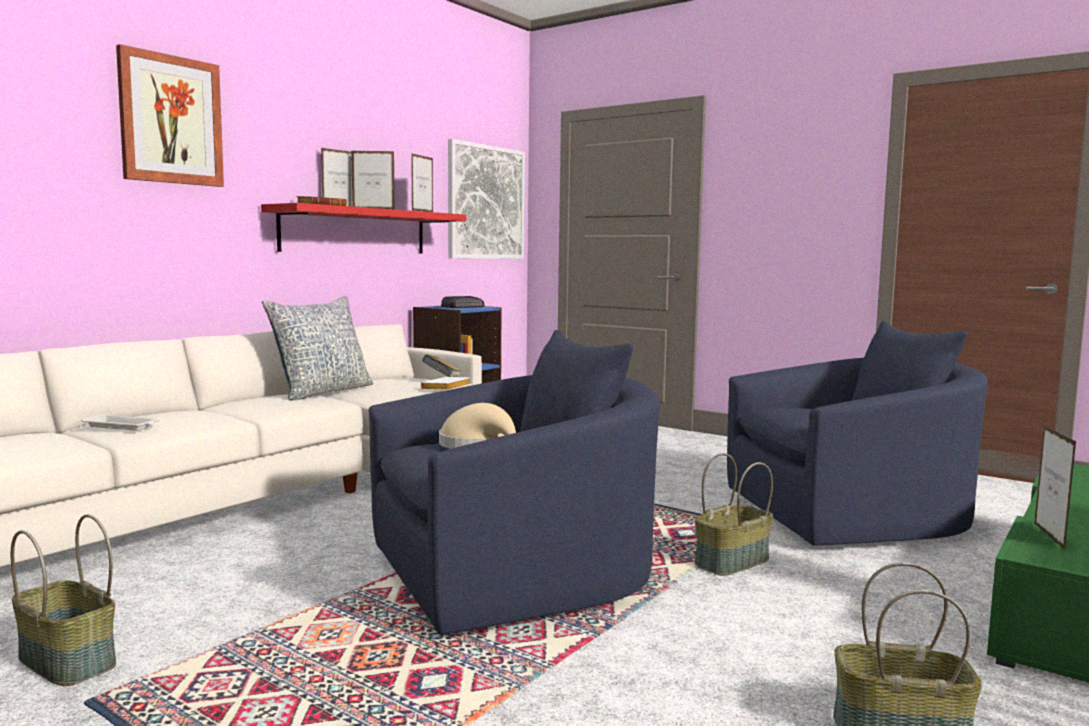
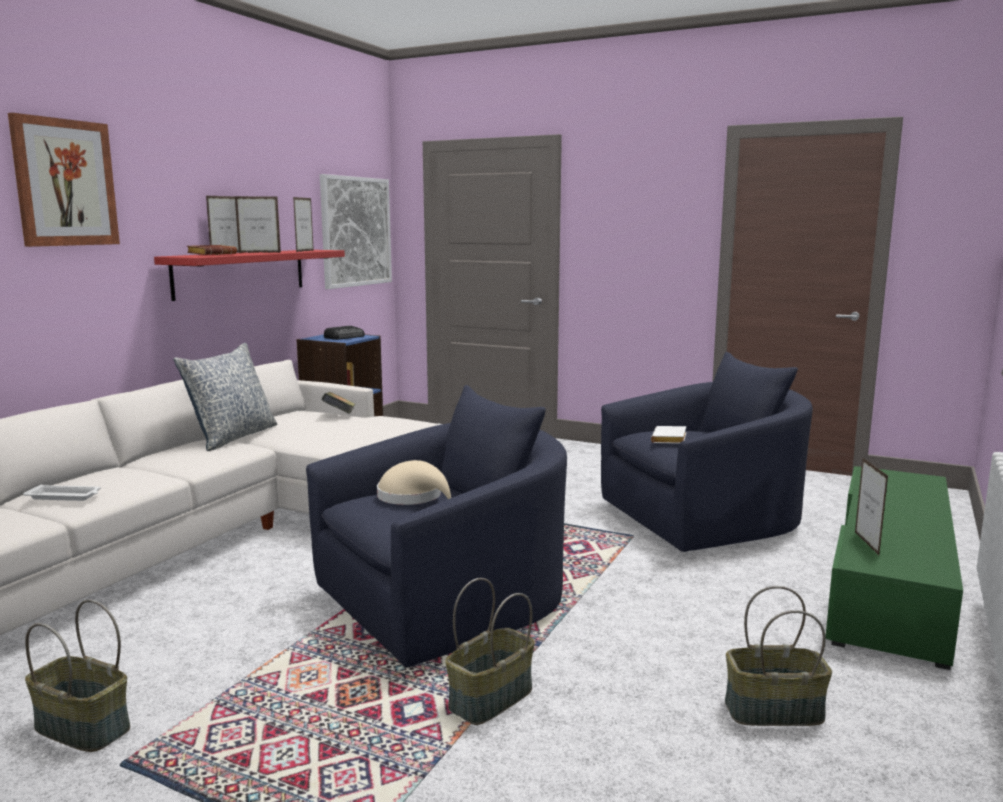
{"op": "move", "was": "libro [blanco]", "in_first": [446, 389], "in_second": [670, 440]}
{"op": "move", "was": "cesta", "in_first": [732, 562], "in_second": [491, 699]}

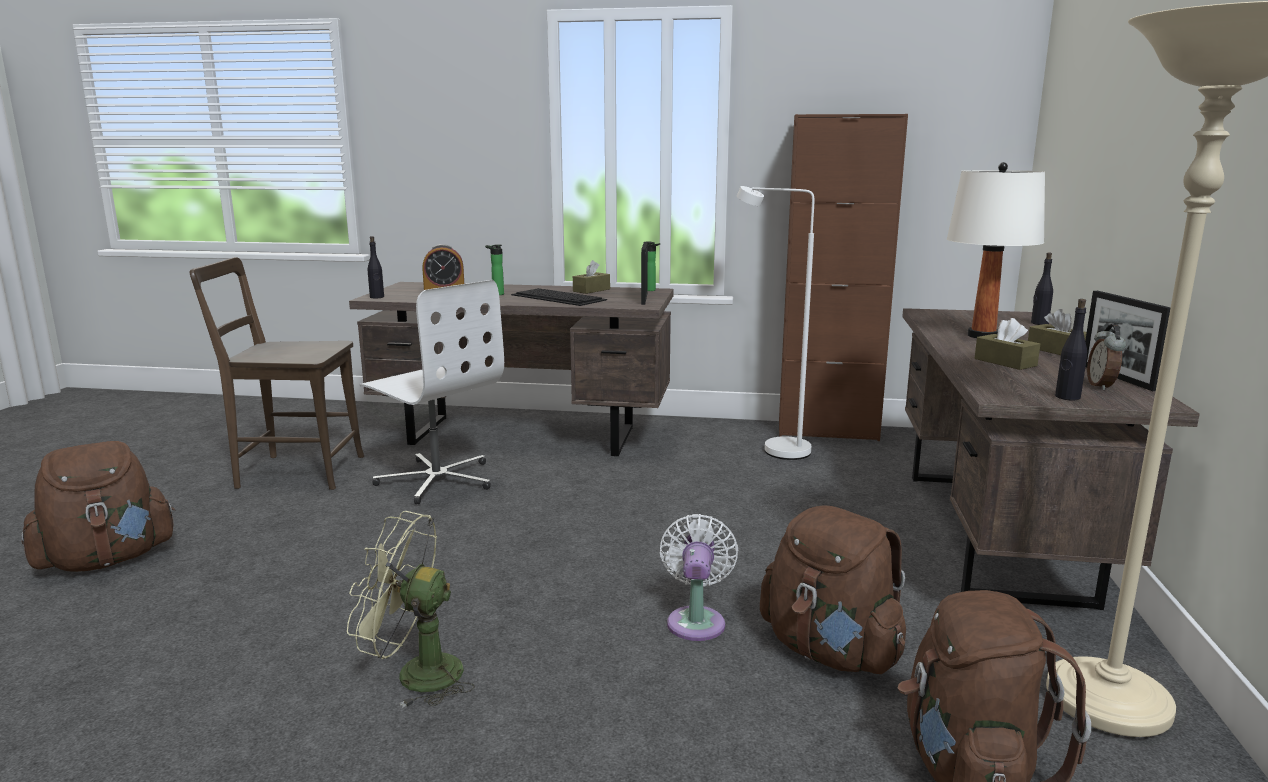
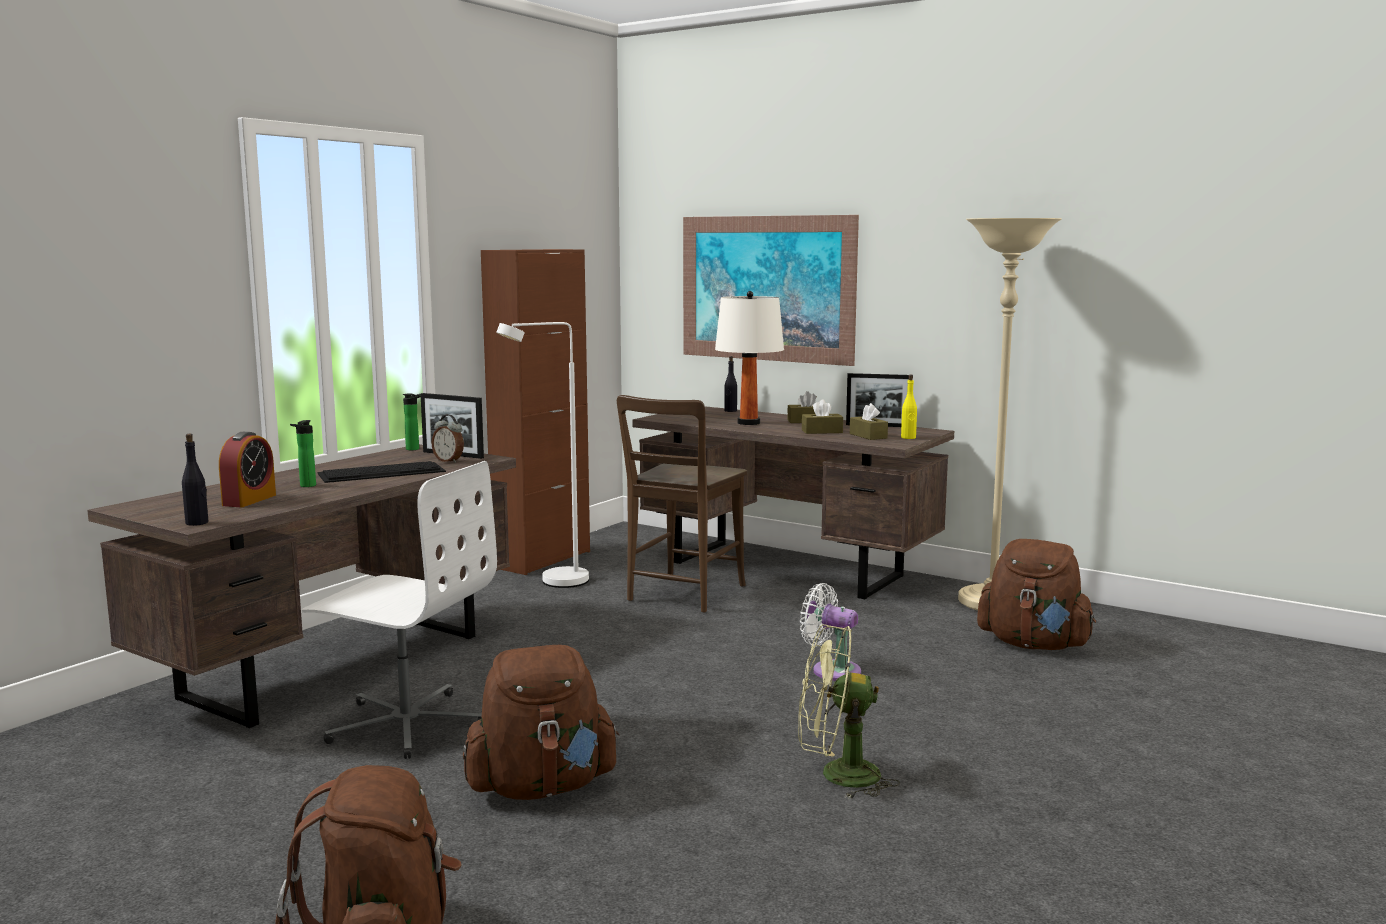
{"op": "insert", "now": "cuadro", "in_second": [766, 288]}
{"op": "move", "was": "silla [marrón]", "in_first": [294, 472], "in_second": [683, 594]}
{"op": "move", "was": "caja de pañuelos [marrón]", "in_first": [591, 290], "in_second": [868, 436]}
{"op": "move", "was": "mochila [marrón]", "in_first": [830, 652], "in_second": [542, 787]}
{"op": "move", "was": "despertador", "in_first": [1102, 386], "in_second": [449, 461]}
{"op": "recolor", "was": "botella [negro]", "now": "botella [amarillo]", "in_first": [1067, 397], "in_second": [908, 437]}
{"op": "rotate", "was": "ventilador [verde]", "in_first": [415, 674], "in_second": [837, 776], "clockwise": 60}
{"op": "rotate", "was": "silla de oficina [blanco]", "in_first": [437, 479], "in_second": [406, 724], "clockwise": 45}

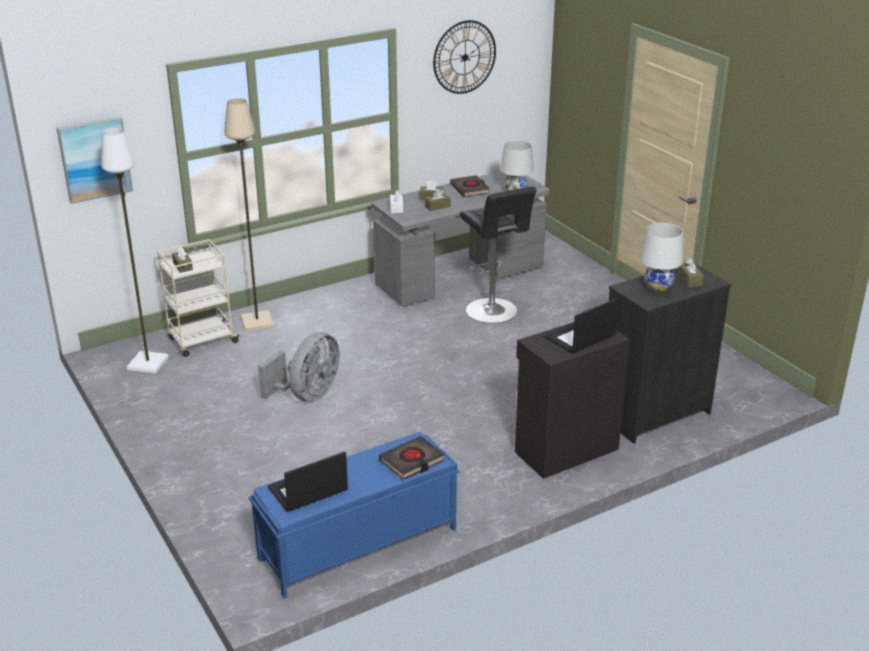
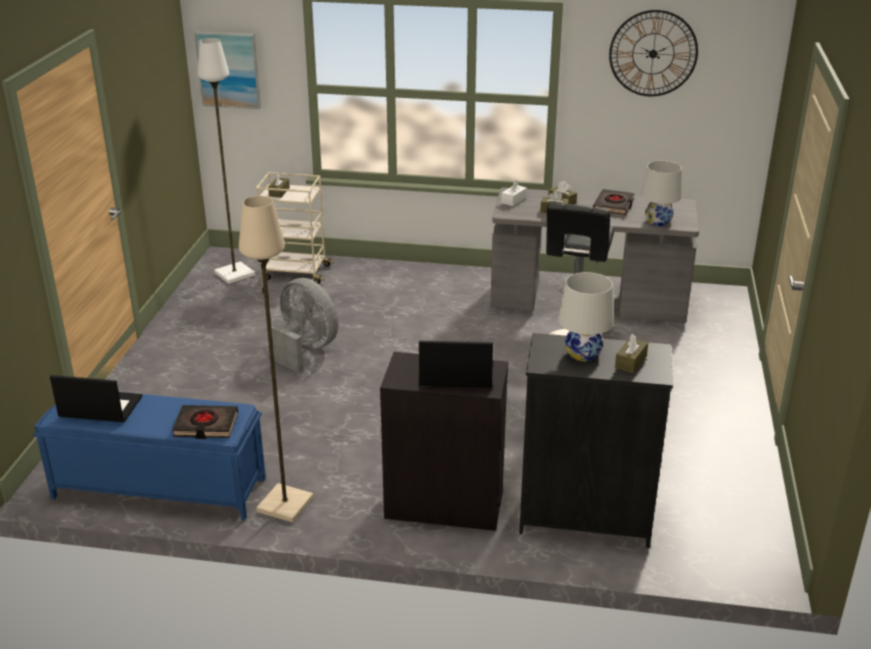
{"op": "move", "was": "lámpara de pie [beis]", "in_first": [258, 322], "in_second": [285, 505]}
{"op": "rotate", "was": "ventilador [gris]", "in_first": [307, 395], "in_second": [305, 349], "clockwise": -120}

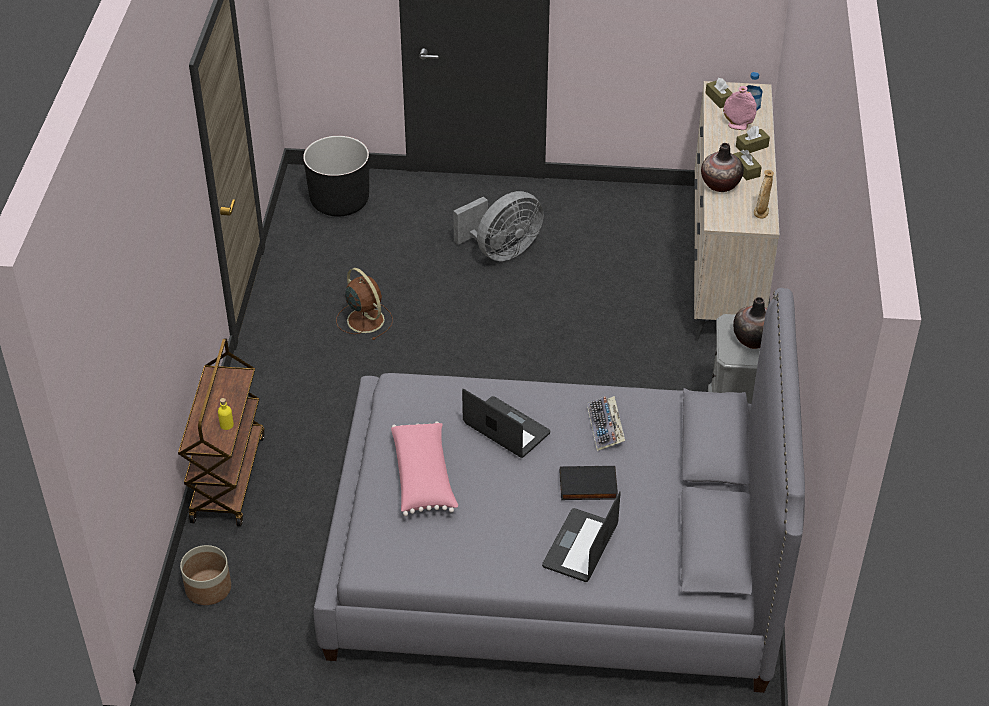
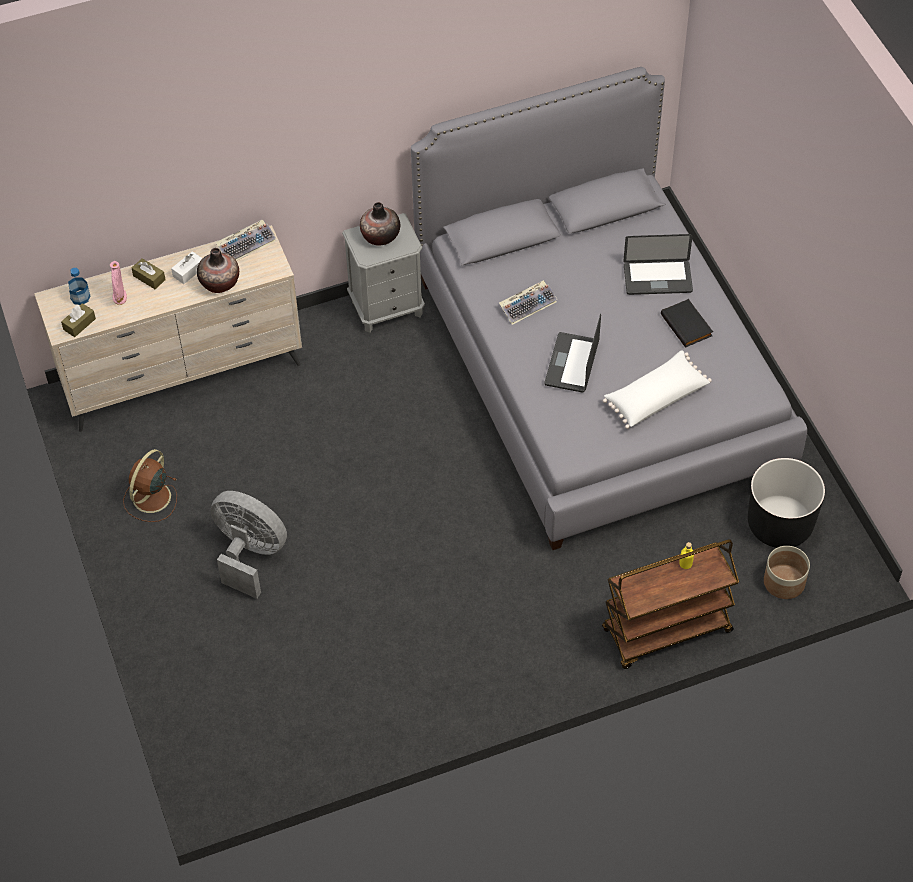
{"op": "move", "was": "maceta [negro]", "in_first": [340, 201], "in_second": [779, 524]}
{"op": "move", "was": "ventilador [marrón]", "in_first": [364, 319], "in_second": [150, 498]}
{"op": "move", "was": "libro [negro]", "in_first": [587, 487], "in_second": [687, 325]}
{"op": "replace", "was": "florero [beis]", "now": "teclado", "in_first": [761, 212], "in_second": [246, 244]}
{"op": "recolor", "was": "cojín [rosa]", "now": "cojín [blanco]", "in_first": [424, 477], "in_second": [655, 397]}
{"op": "recolor", "was": "caja de pañuelos [marrón]", "now": "caja de pañuelos [blanco]", "in_first": [746, 170], "in_second": [188, 272]}

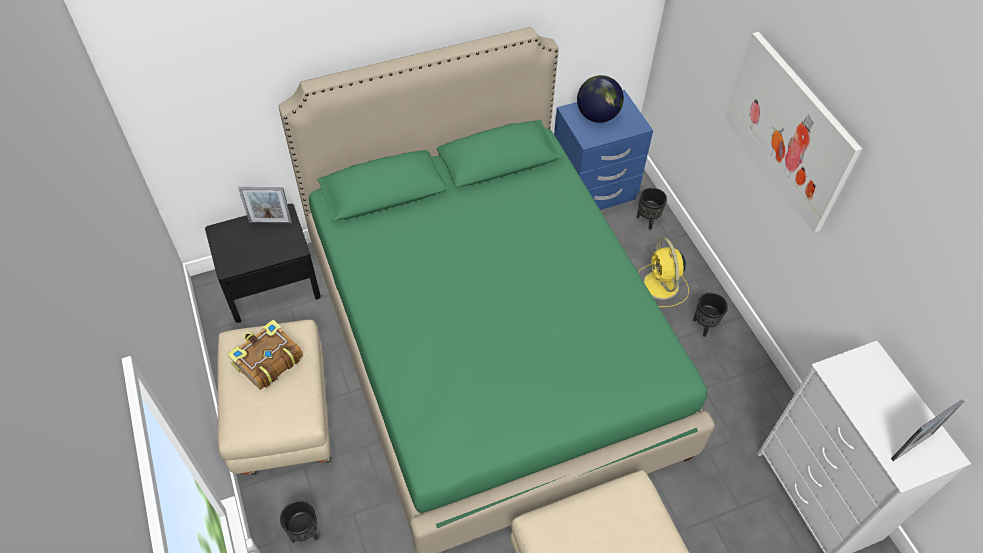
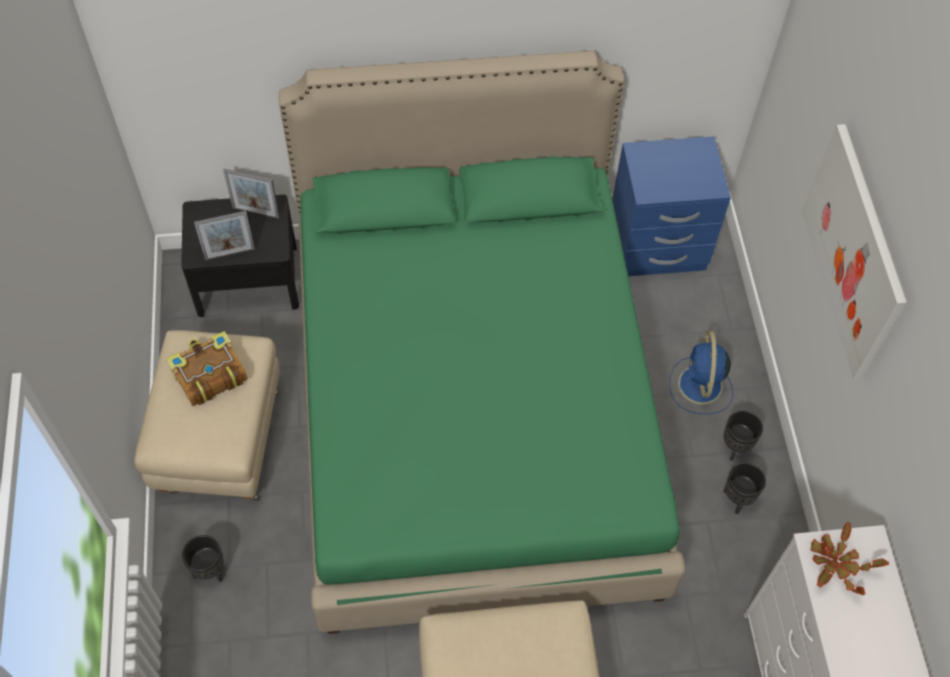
{"op": "delete", "was": "globo terráqueo", "in_first": [597, 116]}
{"op": "insert", "now": "planta en maceta", "in_second": [836, 563]}
{"op": "move", "was": "maceta [negro]", "in_first": [647, 221], "in_second": [737, 500]}
{"op": "move", "was": "portarretratos", "in_first": [912, 446], "in_second": [230, 254]}
{"op": "recolor", "was": "ventilador [amarillo]", "now": "ventilador [azul]", "in_first": [661, 286], "in_second": [700, 387]}

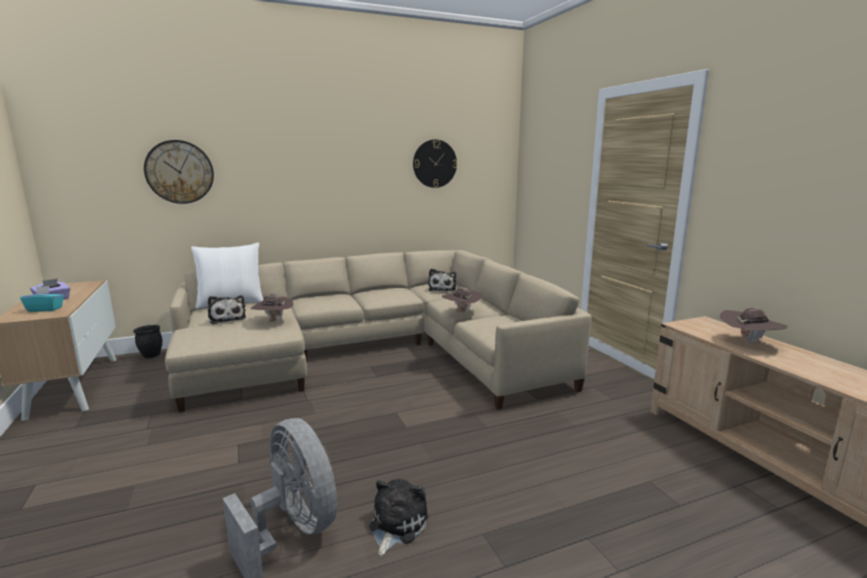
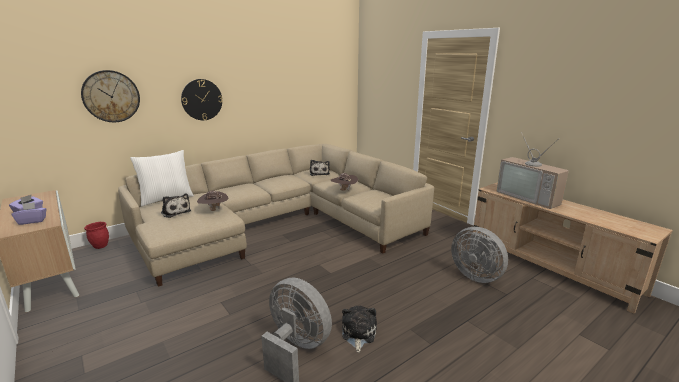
{"op": "insert", "now": "ventilador [gris]", "in_second": [476, 275]}
{"op": "move", "was": "reloj de pared", "in_first": [434, 163], "in_second": [202, 99]}
{"op": "replace", "was": "sombrero [marrón]", "now": "televisor", "in_first": [748, 343], "in_second": [530, 197]}
{"op": "recolor", "was": "caja de pañuelos [turquesa]", "now": "caja de pañuelos [morado]", "in_first": [45, 309], "in_second": [32, 221]}
{"op": "recolor", "was": "maceta [negro]", "now": "maceta [rojo]", "in_first": [151, 355], "in_second": [100, 246]}

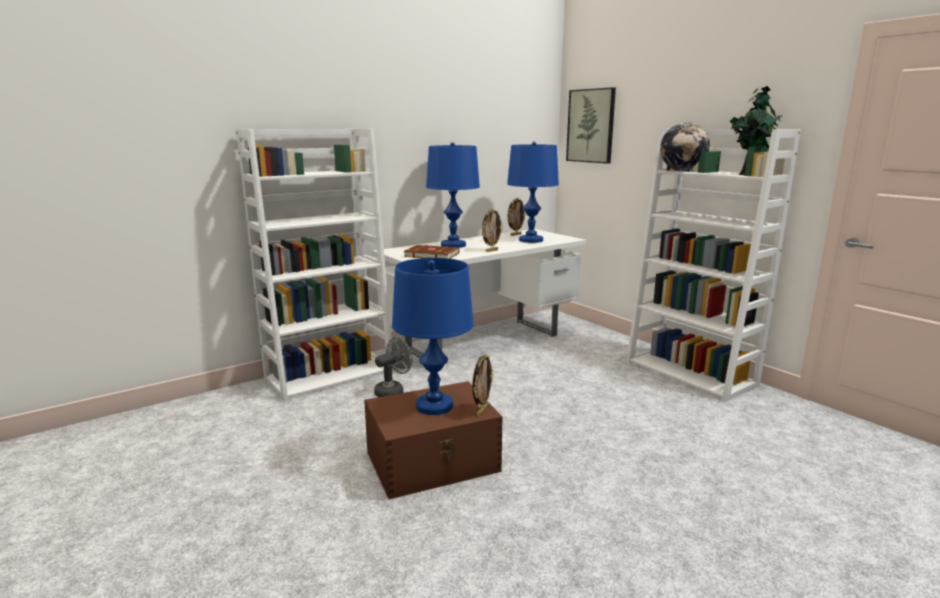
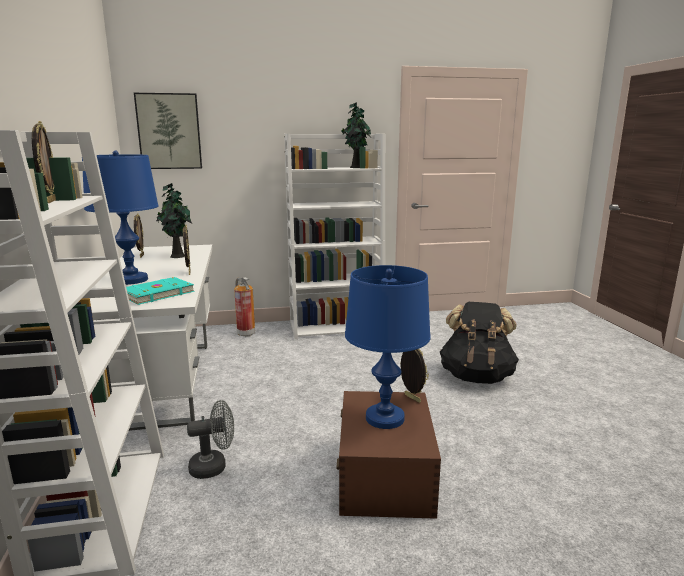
{"op": "delete", "was": "globo terráqueo", "in_first": [682, 170]}
{"op": "insert", "now": "portarretratos", "in_second": [50, 201]}
{"op": "insert", "now": "extintor", "in_second": [245, 333]}
{"op": "insert", "now": "mochila [negro]", "in_second": [476, 376]}
{"op": "replace", "was": "lámpara de mesa [azul]", "now": "planta en maceta", "in_first": [531, 240], "in_second": [177, 256]}
{"op": "recolor", "was": "libro [marrón]", "now": "libro [turquesa]", "in_first": [432, 255], "in_second": [156, 293]}
{"op": "rotate", "was": "ventilador [gris]", "in_first": [393, 391], "in_second": [214, 466], "clockwise": 90}

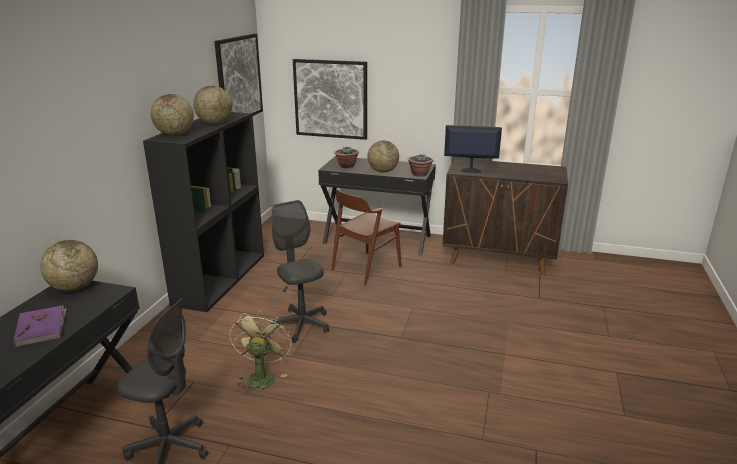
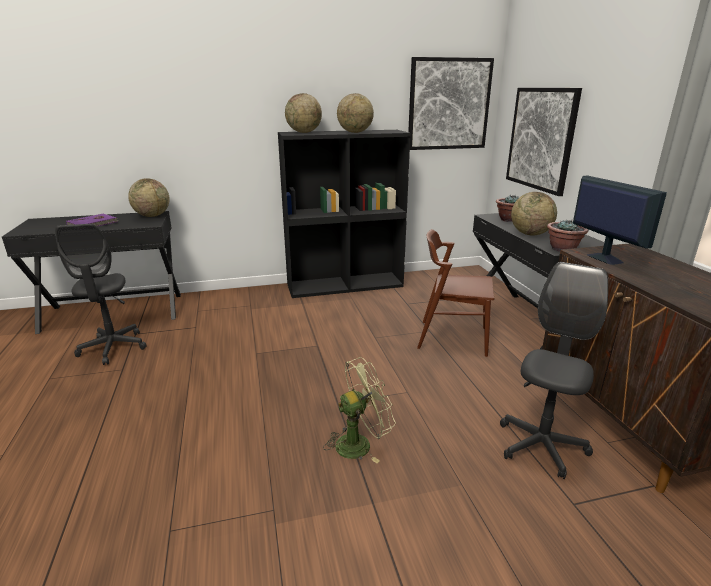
{"op": "move", "was": "ventilador [verde]", "in_first": [261, 376], "in_second": [359, 443]}
{"op": "move", "was": "silla de oficina [gris]", "in_first": [301, 325], "in_second": [541, 446]}

